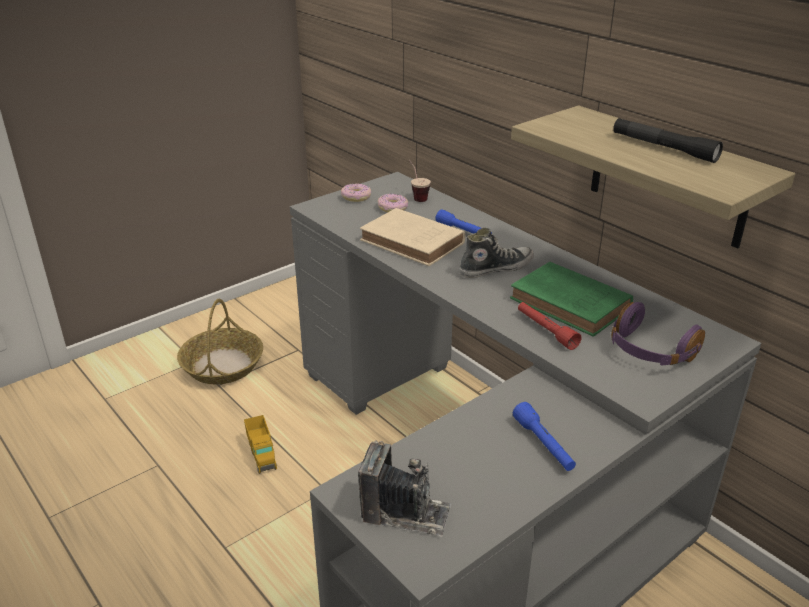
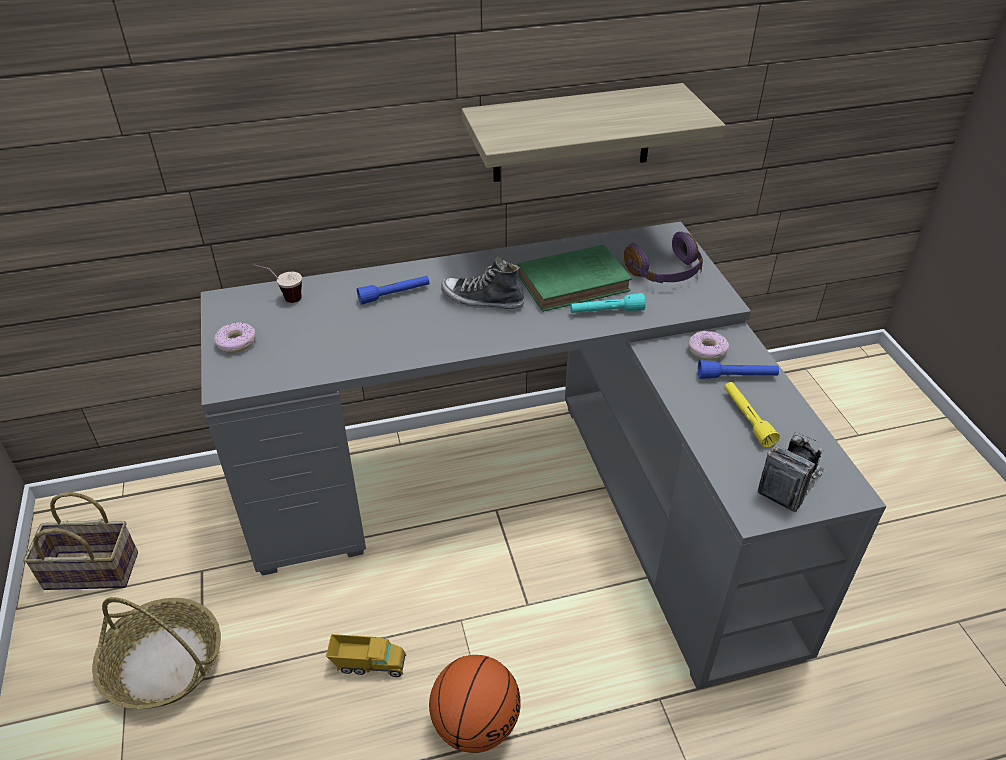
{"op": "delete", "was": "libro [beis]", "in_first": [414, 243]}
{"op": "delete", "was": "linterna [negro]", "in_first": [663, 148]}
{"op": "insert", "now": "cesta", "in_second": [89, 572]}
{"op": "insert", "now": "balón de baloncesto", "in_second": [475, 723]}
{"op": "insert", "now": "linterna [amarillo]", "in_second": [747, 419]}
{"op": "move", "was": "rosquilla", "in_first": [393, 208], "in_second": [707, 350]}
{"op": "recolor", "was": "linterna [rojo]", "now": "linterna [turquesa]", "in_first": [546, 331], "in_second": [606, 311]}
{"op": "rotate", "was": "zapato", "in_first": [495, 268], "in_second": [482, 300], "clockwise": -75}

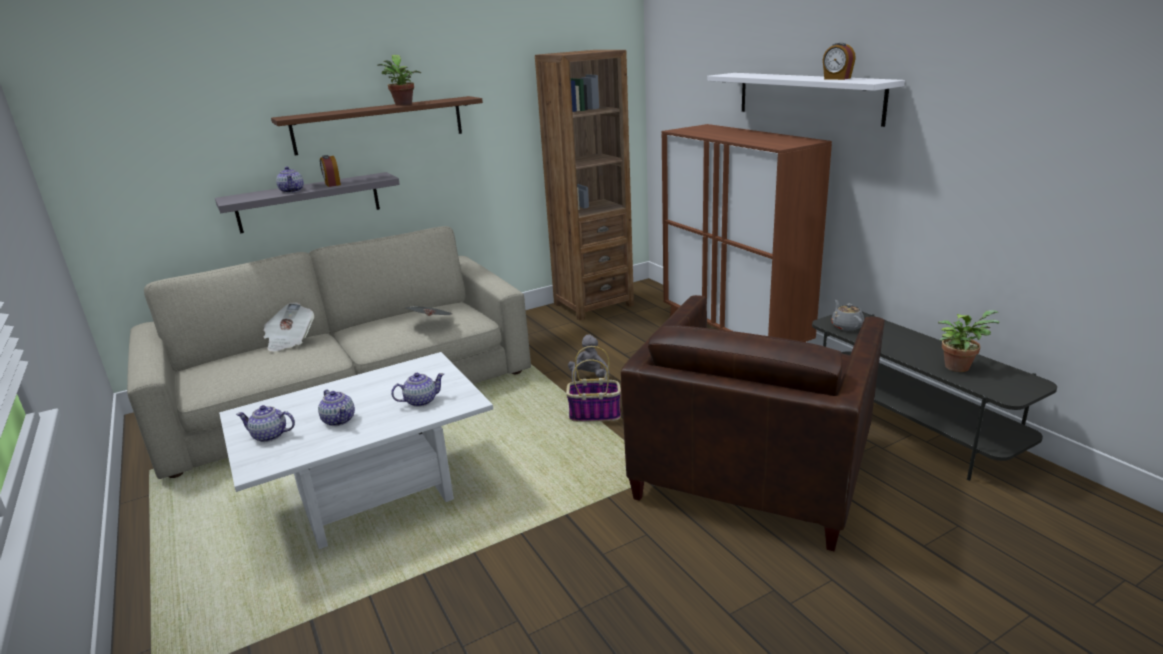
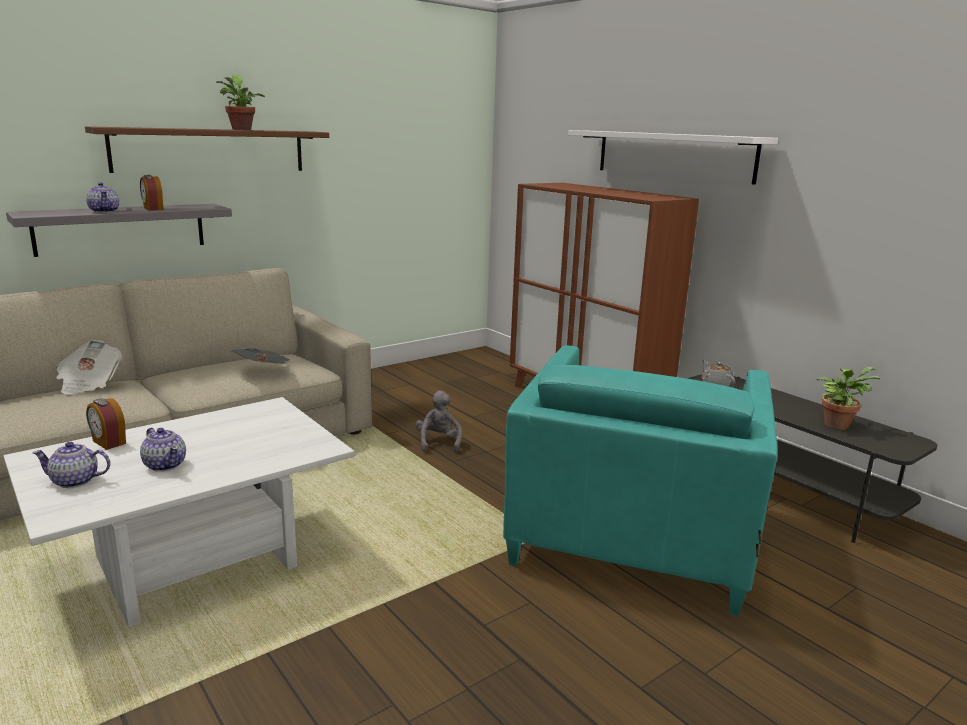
{"op": "delete", "was": "tetera", "in_first": [420, 401]}
{"op": "delete", "was": "estantería [marrón]", "in_first": [593, 305]}
{"op": "delete", "was": "cesta", "in_first": [595, 414]}
{"op": "move", "was": "despertador", "in_first": [837, 78], "in_second": [108, 442]}
{"op": "recolor", "was": "sillón [marrón]", "now": "sillón [turquesa]", "in_first": [752, 468], "in_second": [632, 531]}

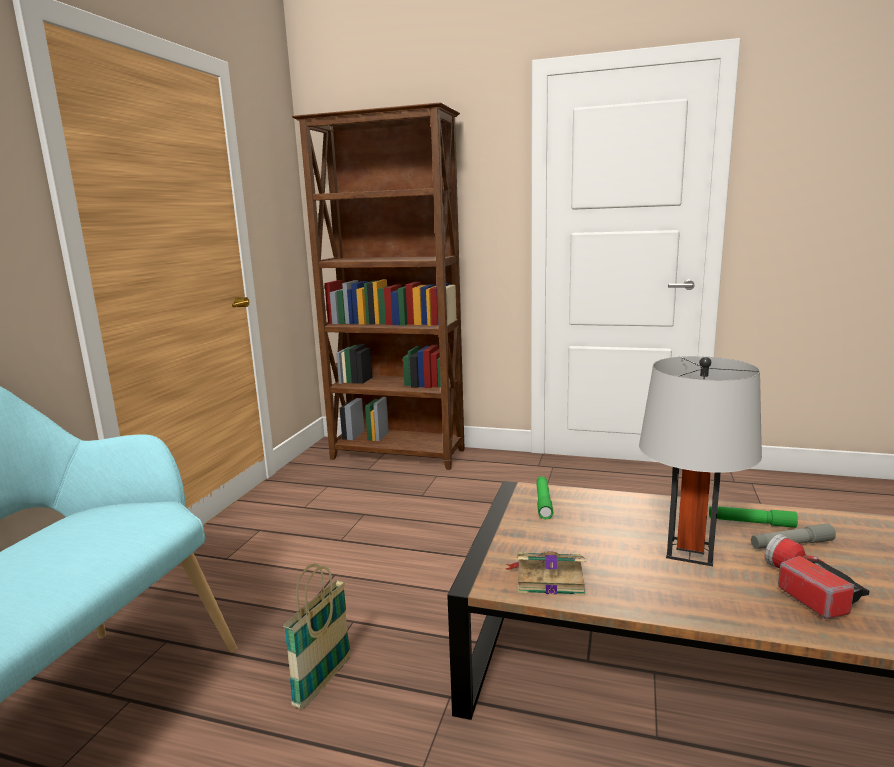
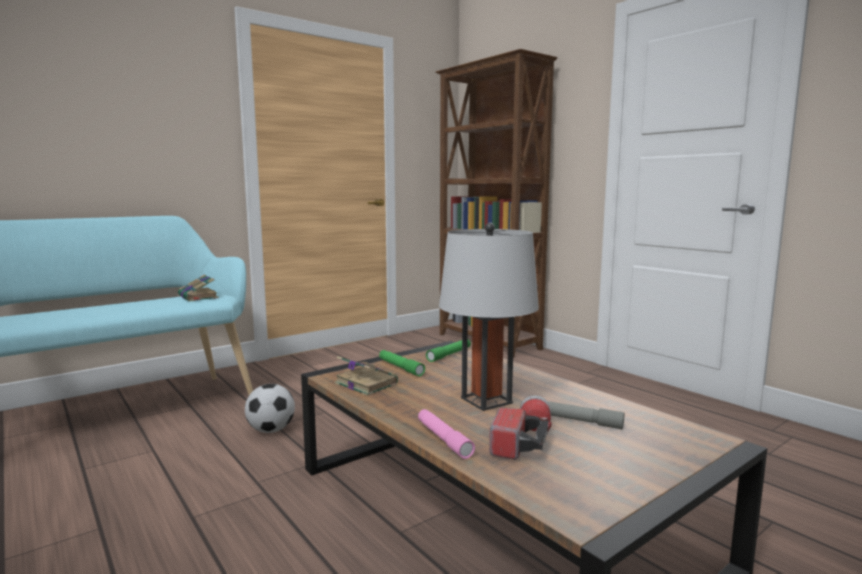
{"op": "insert", "now": "libro", "in_second": [198, 297]}
{"op": "insert", "now": "linterna [rosa]", "in_second": [443, 439]}
{"op": "move", "was": "linterna [verde]", "in_first": [751, 522], "in_second": [400, 367]}
{"op": "replace", "was": "cesta", "now": "balón de fútbol", "in_first": [323, 681], "in_second": [271, 430]}

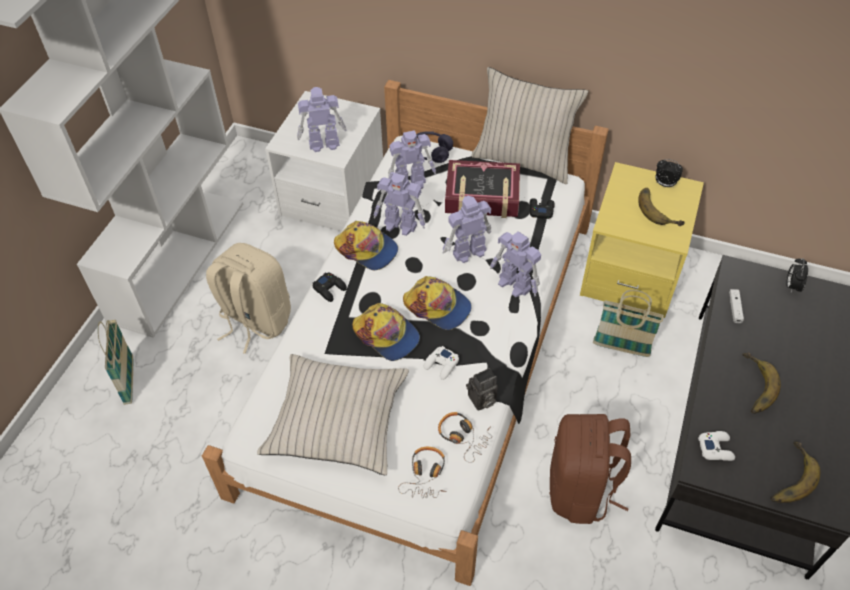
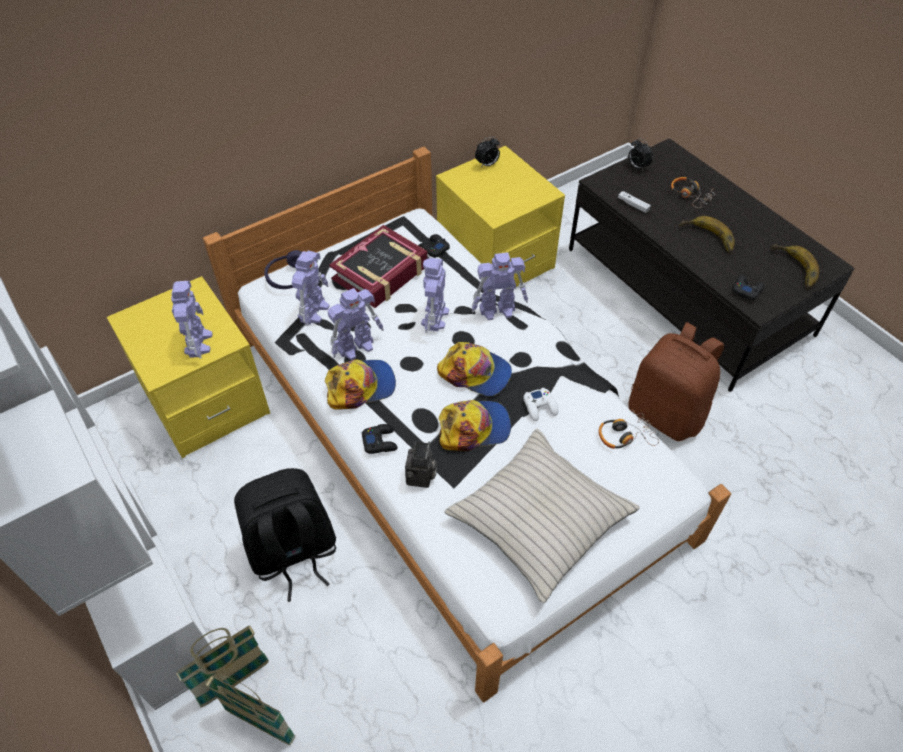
{"op": "delete", "was": "cojín [beis]", "in_first": [523, 160]}
{"op": "delete", "was": "plátano", "in_first": [659, 209]}
{"op": "move", "was": "auriculares", "in_first": [425, 475], "in_second": [690, 195]}
{"op": "move", "was": "cámara", "in_first": [481, 401], "in_second": [421, 478]}
{"op": "move", "was": "cesta", "in_first": [621, 348], "in_second": [234, 681]}
{"op": "recolor", "was": "mochila [beis]", "now": "mochila [negro]", "in_first": [255, 320], "in_second": [293, 553]}
{"op": "recolor", "was": "mesita de noche [blanco]", "now": "mesita de noche [amarillo]", "in_first": [333, 196], "in_second": [205, 400]}
{"op": "recolor", "was": "mando de consola [blanco]", "now": "mando de consola [negro]", "in_first": [716, 448], "in_second": [746, 290]}
{"op": "rotate", "was": "robot de juguete", "in_first": [323, 144], "in_second": [199, 342], "clockwise": 150}
{"op": "rotate", "was": "gorra", "in_first": [438, 306], "in_second": [475, 373], "clockwise": 45}

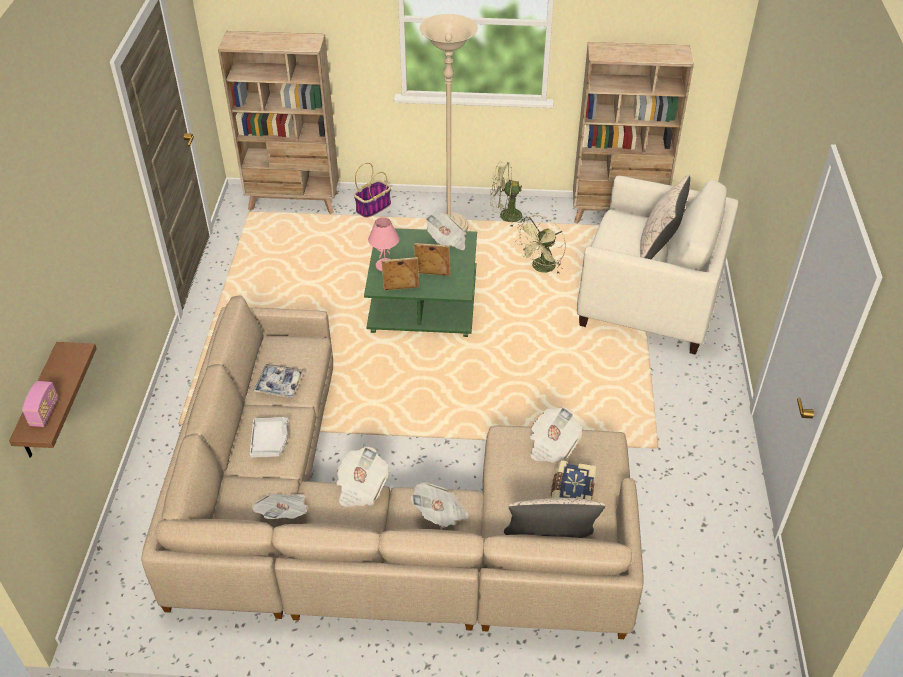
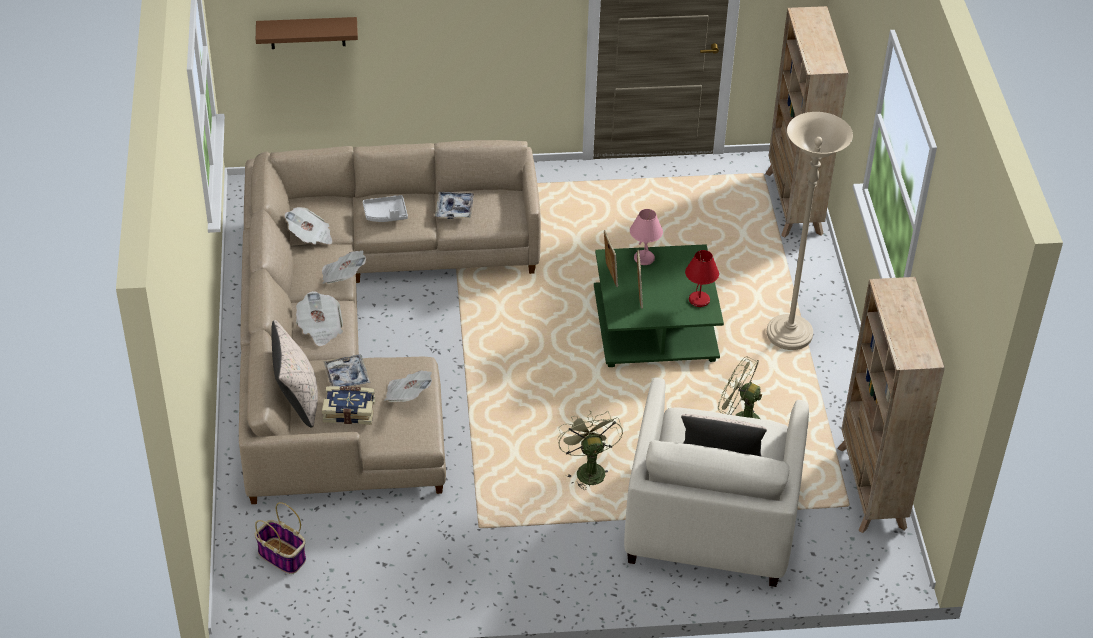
{"op": "delete", "was": "radio", "in_first": [44, 412]}
{"op": "insert", "now": "bandeja", "in_second": [347, 376]}
{"op": "move", "was": "cesta", "in_first": [373, 207], "in_second": [283, 556]}
{"op": "move", "was": "ventilador [verde]", "in_first": [505, 216], "in_second": [588, 469]}
{"op": "replace", "was": "periódico", "now": "lámpara de mesa [rojo]", "in_first": [447, 241], "in_second": [699, 300]}

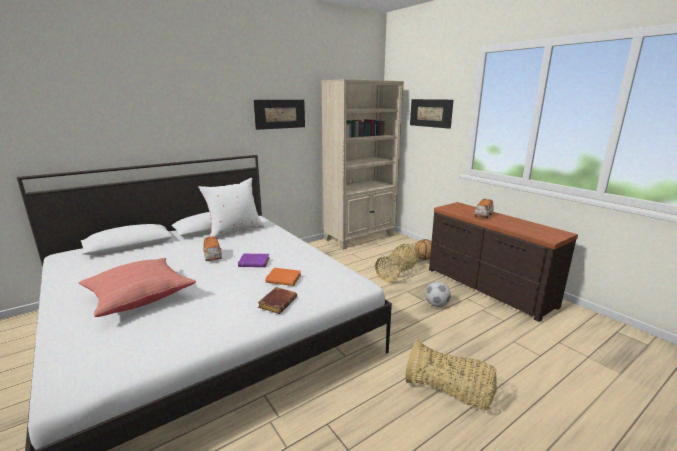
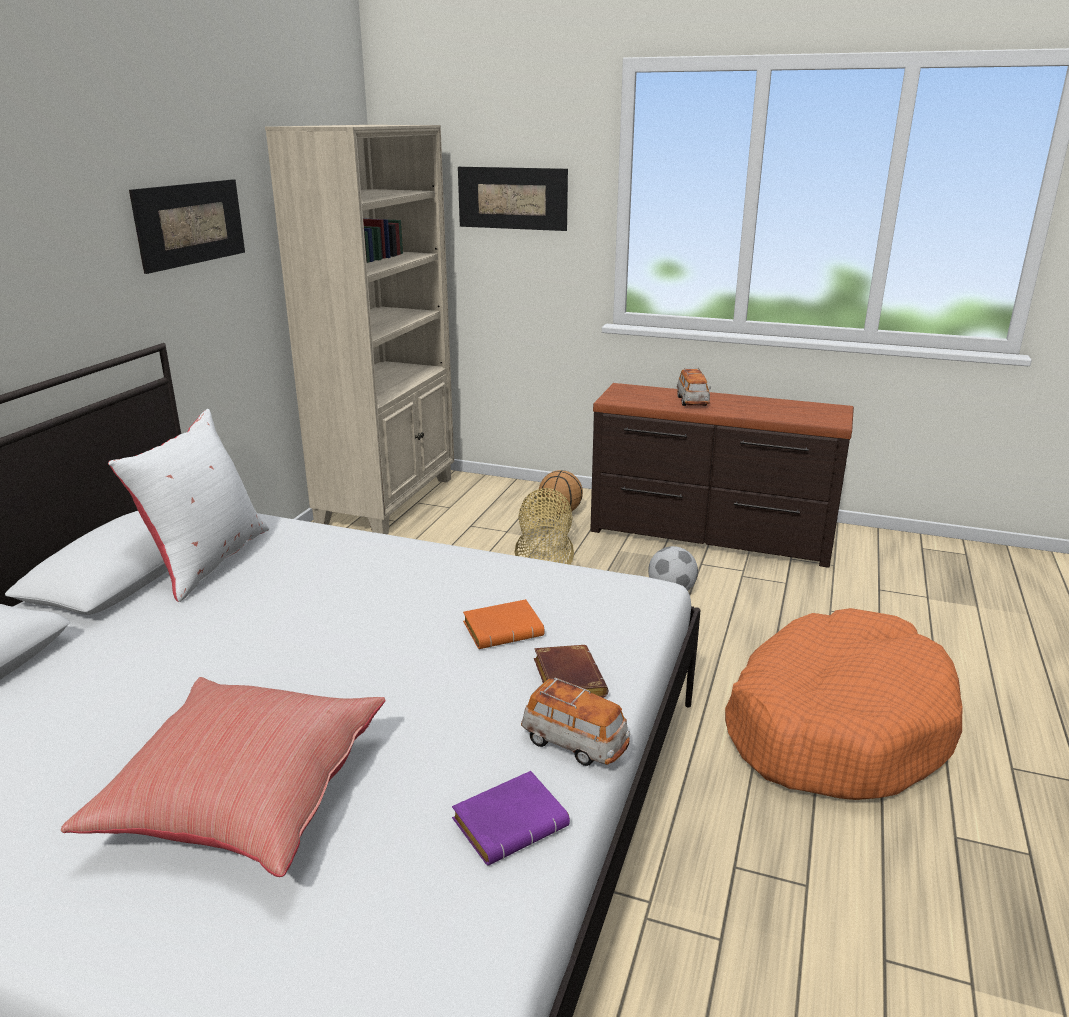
{"op": "move", "was": "coche de juguete", "in_first": [213, 256], "in_second": [575, 744]}
{"op": "move", "was": "libro [morado]", "in_first": [255, 263], "in_second": [511, 822]}
{"op": "replace", "was": "cesta", "now": "cama para perro [naranja]", "in_first": [449, 392], "in_second": [835, 726]}

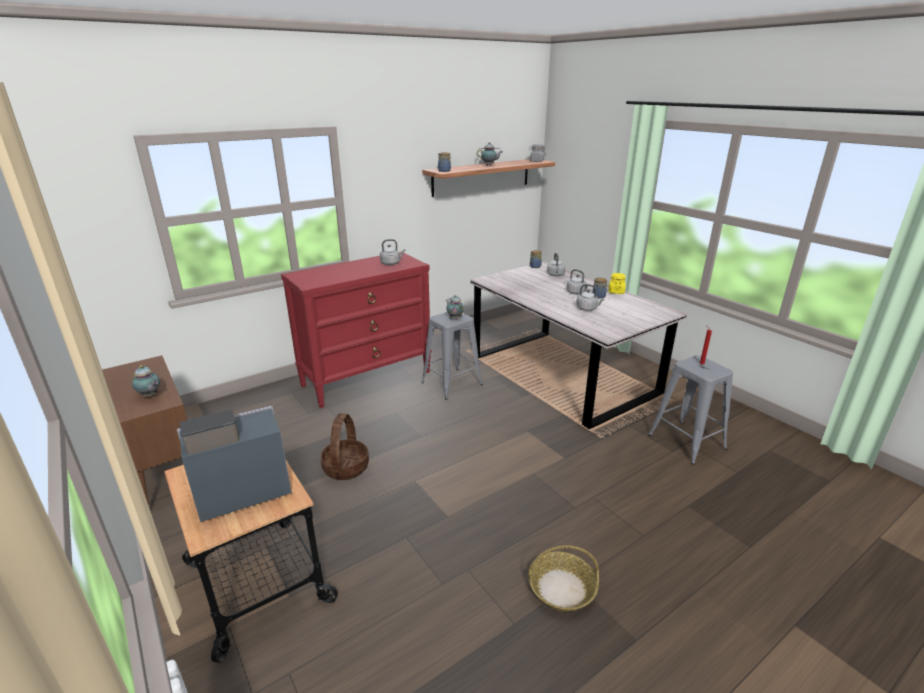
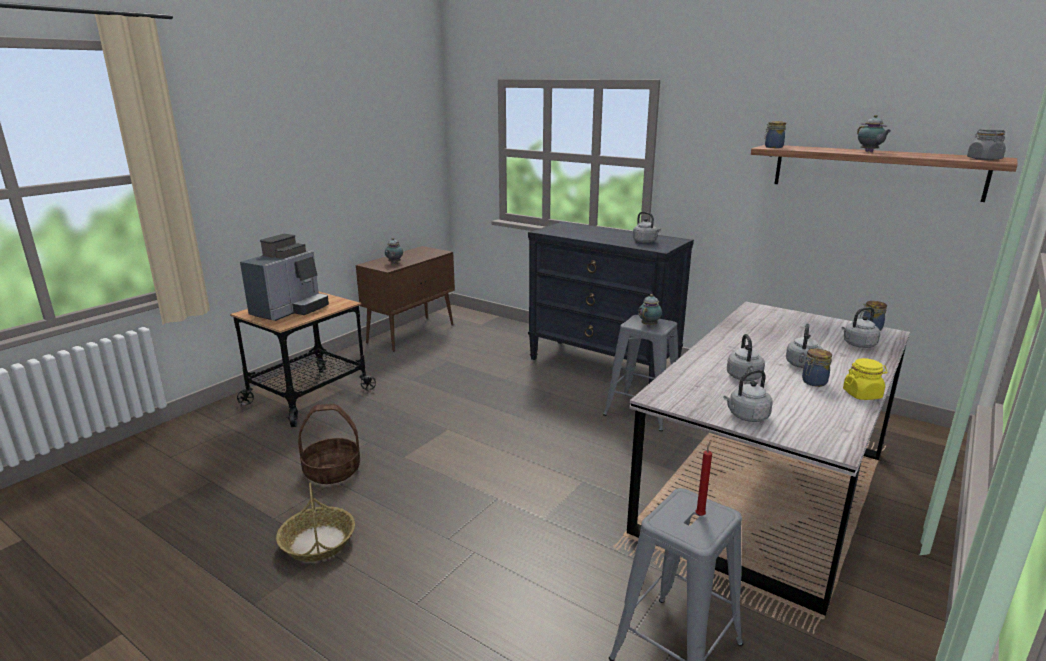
{"op": "insert", "now": "hervidor [gris]", "in_second": [746, 416]}
{"op": "move", "was": "cesta", "in_first": [345, 467], "in_second": [332, 470]}
{"op": "recolor", "was": "cómoda [rojo]", "now": "cómoda [negro]", "in_first": [367, 378], "in_second": [603, 365]}
{"op": "rotate", "was": "cafetera", "in_first": [239, 492], "in_second": [290, 310], "clockwise": 75}

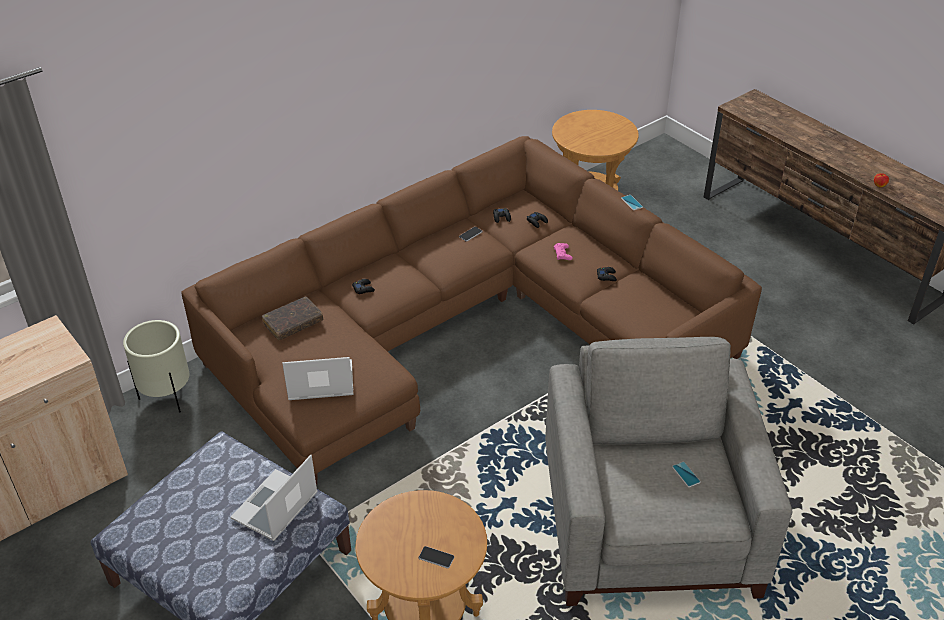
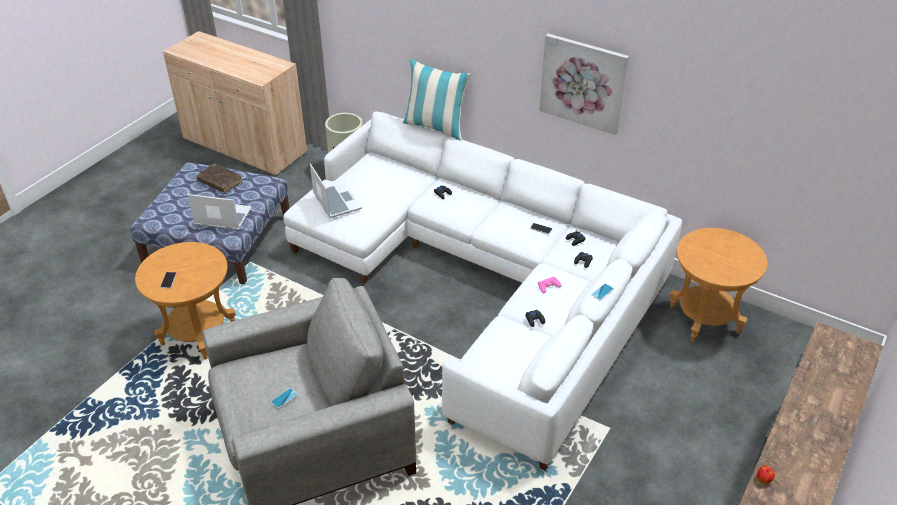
{"op": "insert", "now": "cojín", "in_second": [435, 127]}
{"op": "insert", "now": "cuadro", "in_second": [583, 83]}
{"op": "move", "was": "libro [marrón]", "in_first": [293, 323], "in_second": [220, 182]}
{"op": "recolor", "was": "sofá [marrón]", "now": "sofá [blanco]", "in_first": [465, 326], "in_second": [487, 282]}

